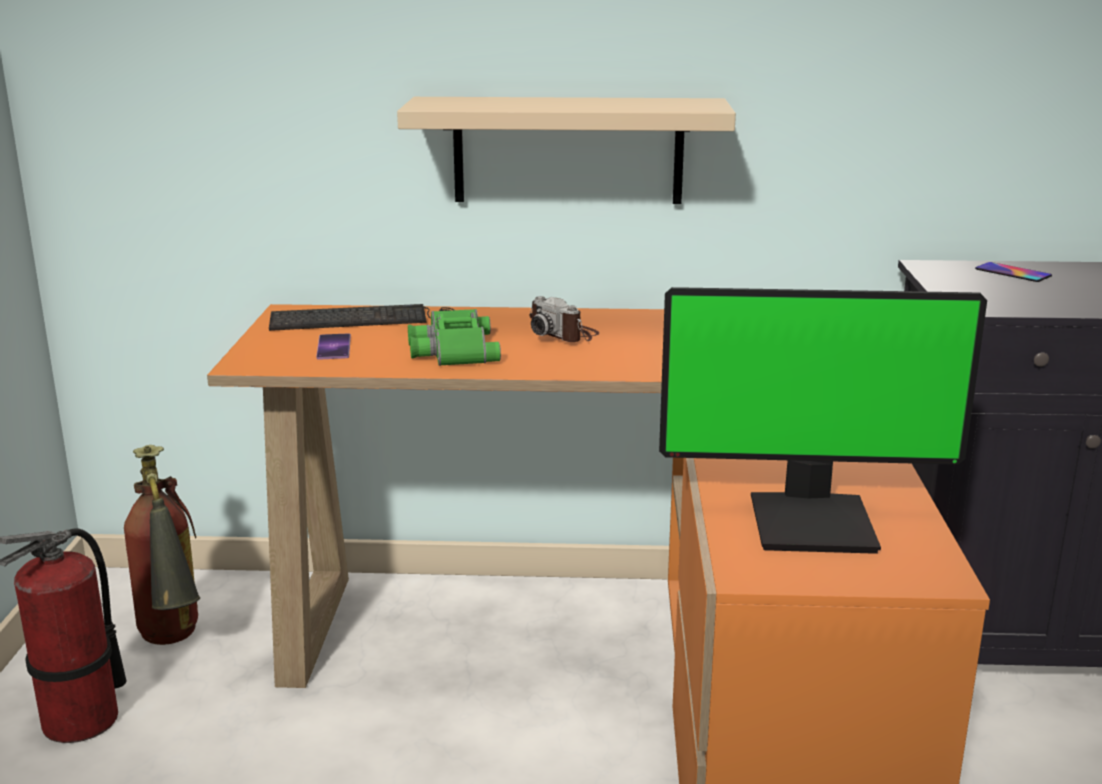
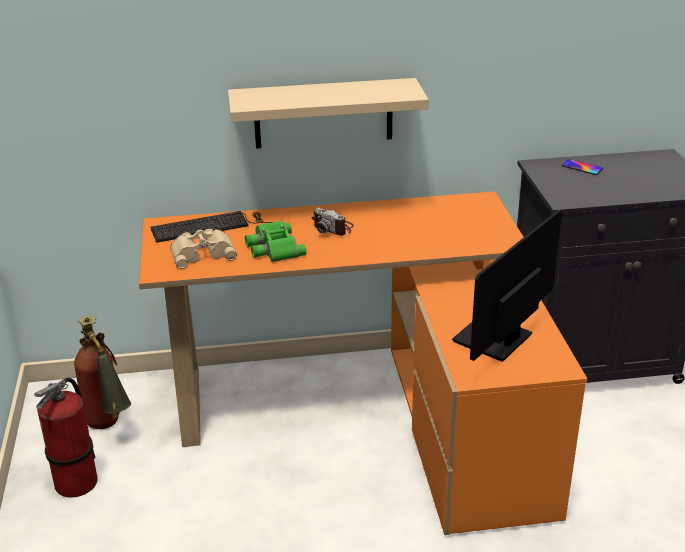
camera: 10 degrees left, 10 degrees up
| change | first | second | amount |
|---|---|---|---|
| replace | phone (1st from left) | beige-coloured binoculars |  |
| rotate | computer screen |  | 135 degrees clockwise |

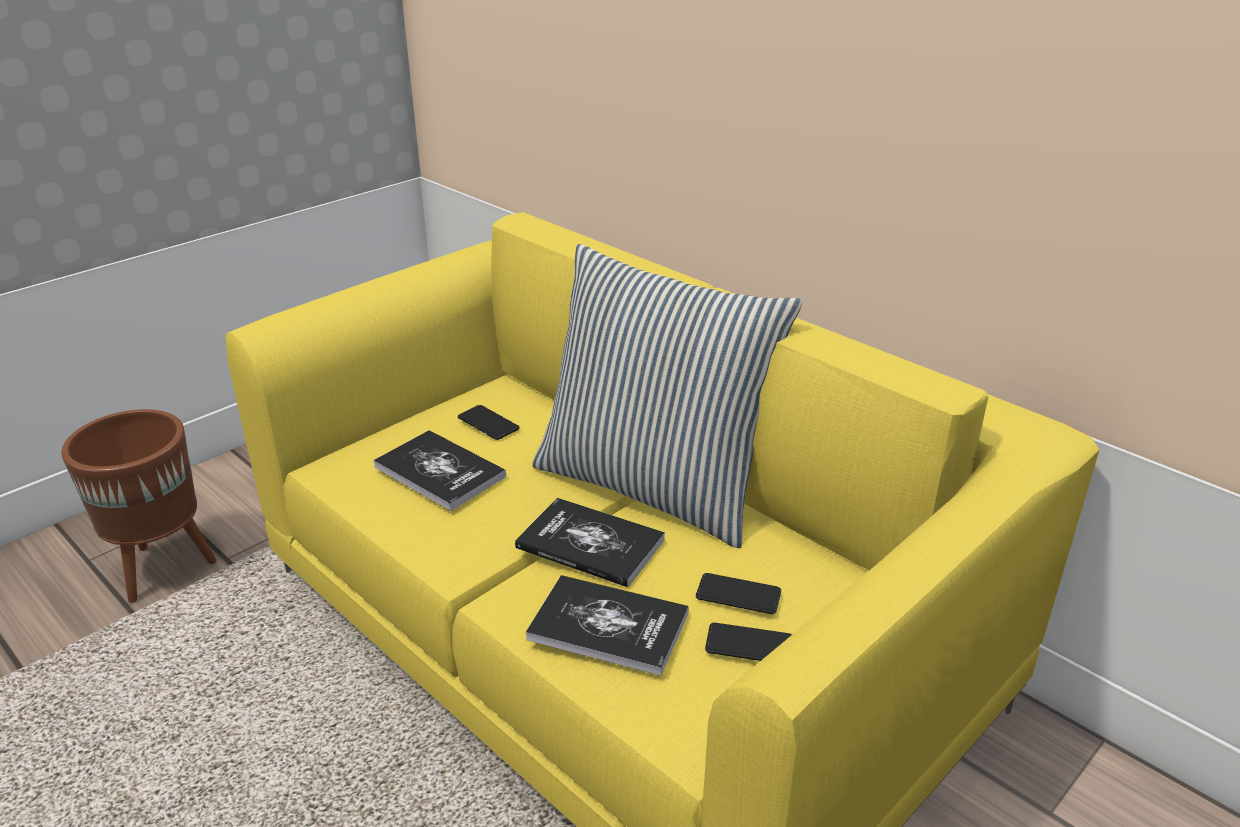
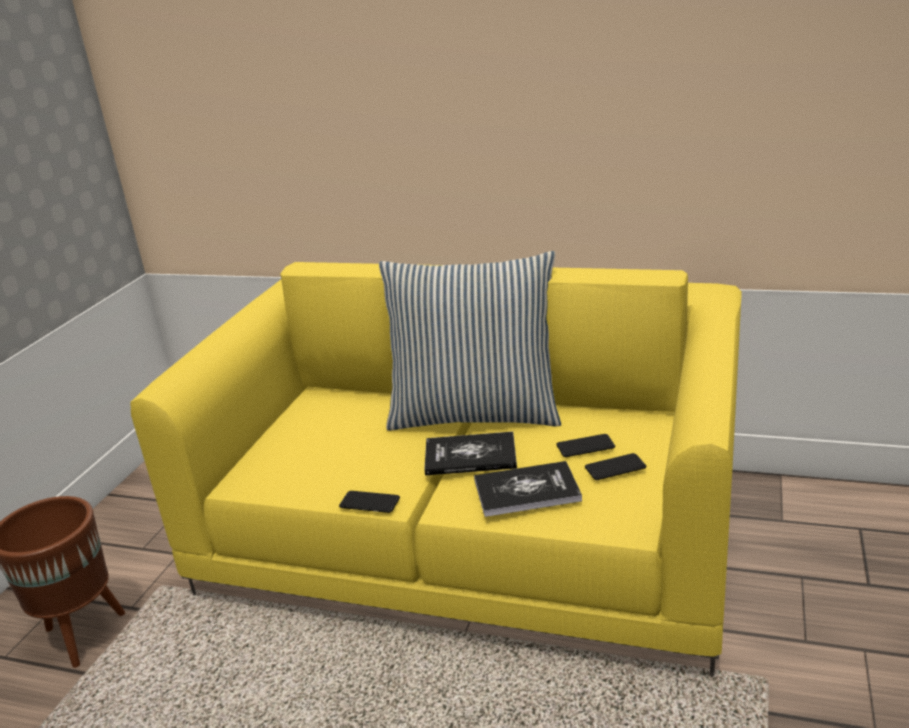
camera: 25 degrees left, 5 degrees down
| change | first | second | amount |
|---|---|---|---|
| delete | book (1st from left) |  |  |
| move | phone (1st from left) |  |  |

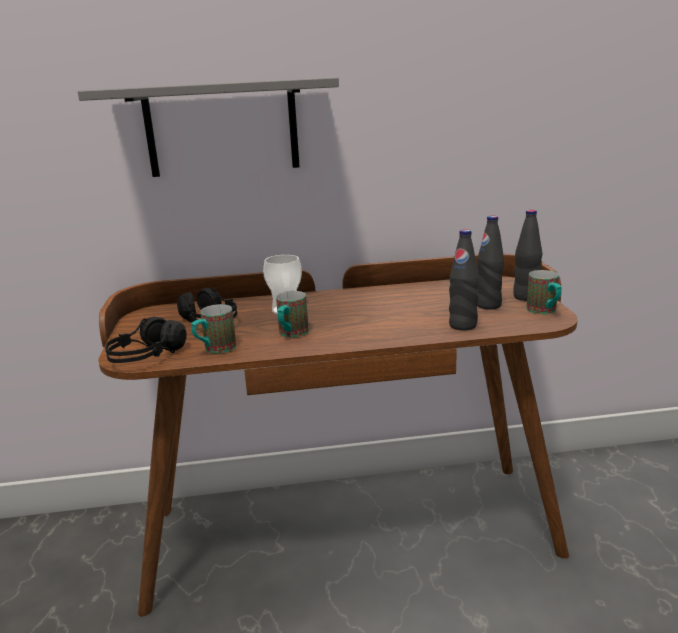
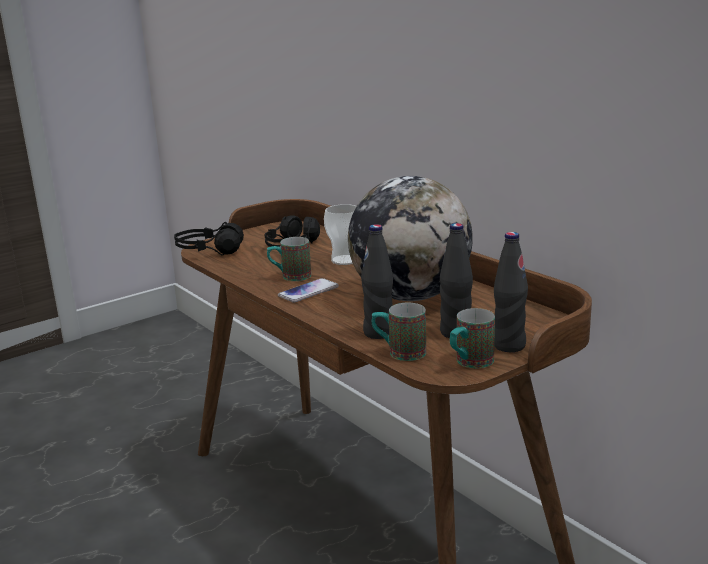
camera: 60 degrees right, 0 degrees up
| change | first | second | amount |
|---|---|---|---|
| delete | grey bracket shelf |  |  |
| insert |  | phone |  |
| insert |  | globe |  |
| move | mug (1st from left in the first image) | mug (2nd from left) |  |

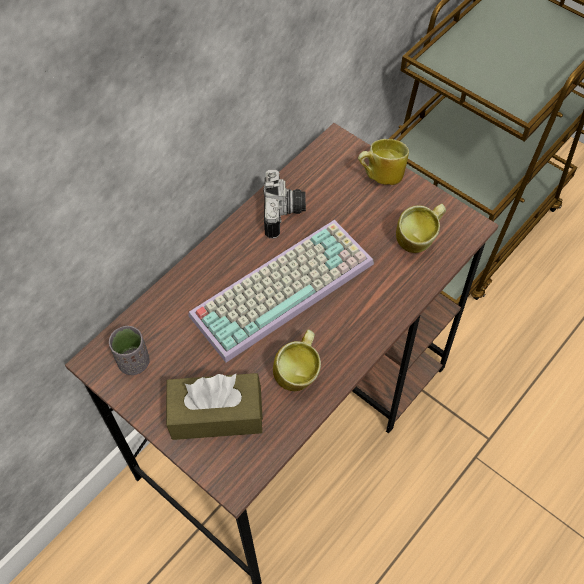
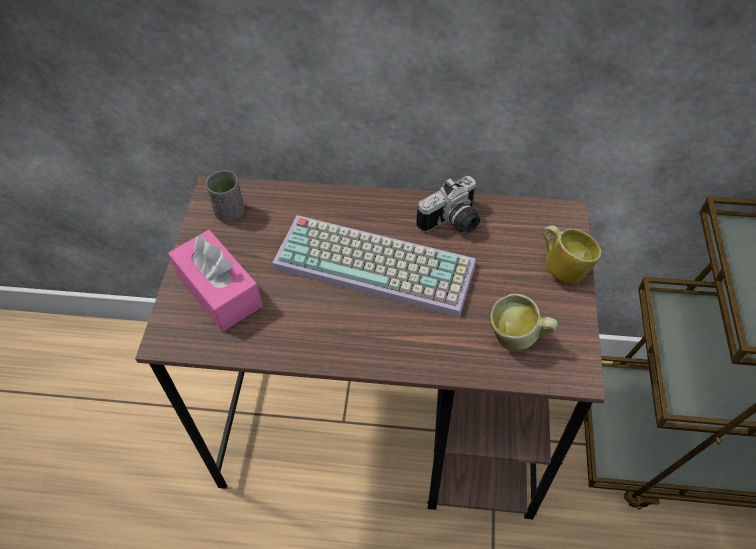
camera: 55 degrees right, 5 degrees down
| change | first | second | amount |
|---|---|---|---|
| delete | mug (1st from left) |  |  |
| recolor | brownish tissue box | pink-coloured tissue box |  |

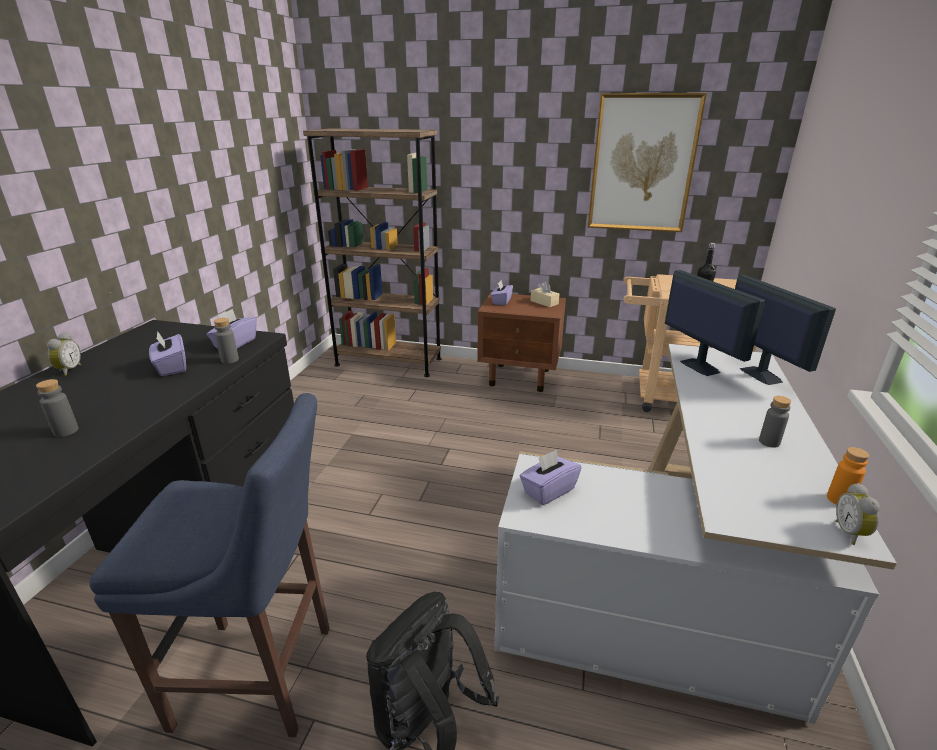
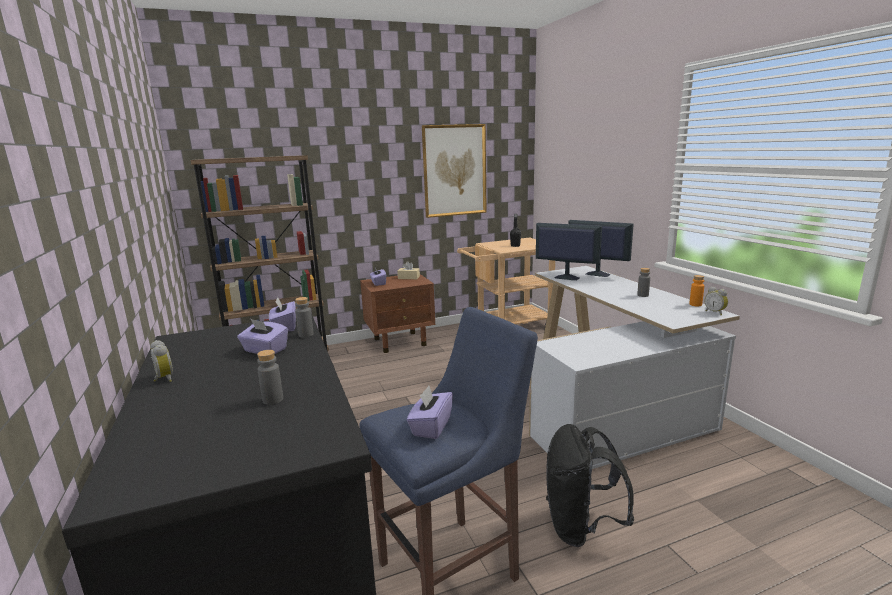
camera: 35 degrees left, 10 degrees down
| change | first | second | amount |
|---|---|---|---|
| move | purple-coloured tissue box (4th from left) |  |  |

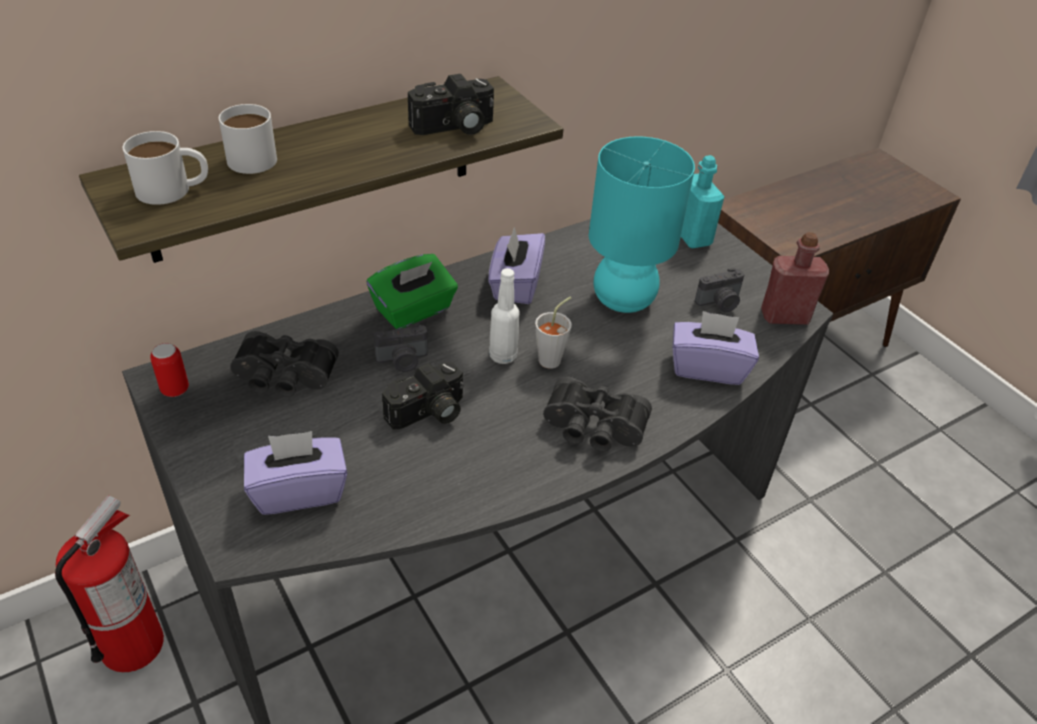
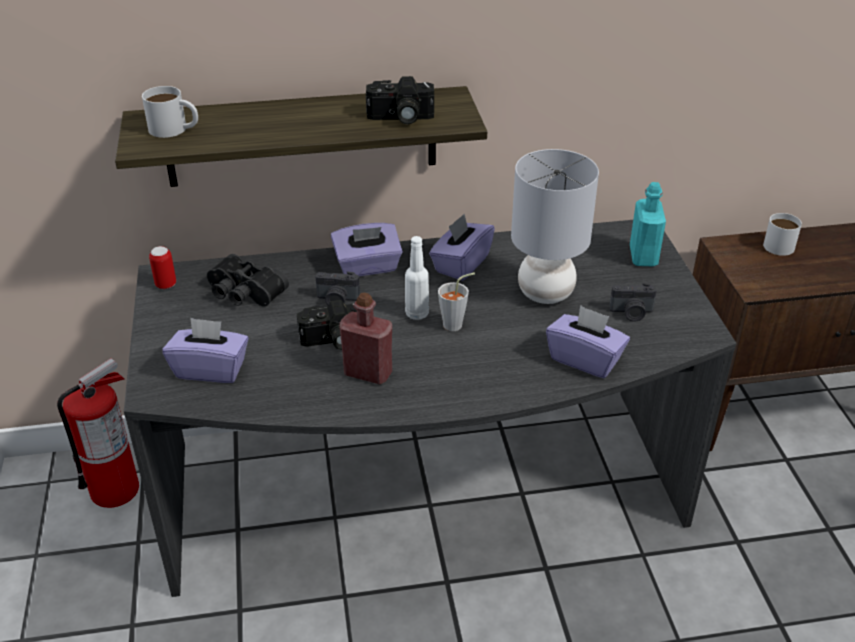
camera: 25 degrees right, 5 degrees down
| change | first | second | amount |
|---|---|---|---|
| delete | black-coloured binoculars (2nd from left) |  |  |
| move | white-coloured mug (2nd from left) |  |  |
| move | red-coloured beverage bottle |  |  |
| recolor | green tissue box | purple-coloured tissue box (2nd from left) |  |
| recolor | turquoise-coloured tabletop lamp | grey tabletop lamp |  |

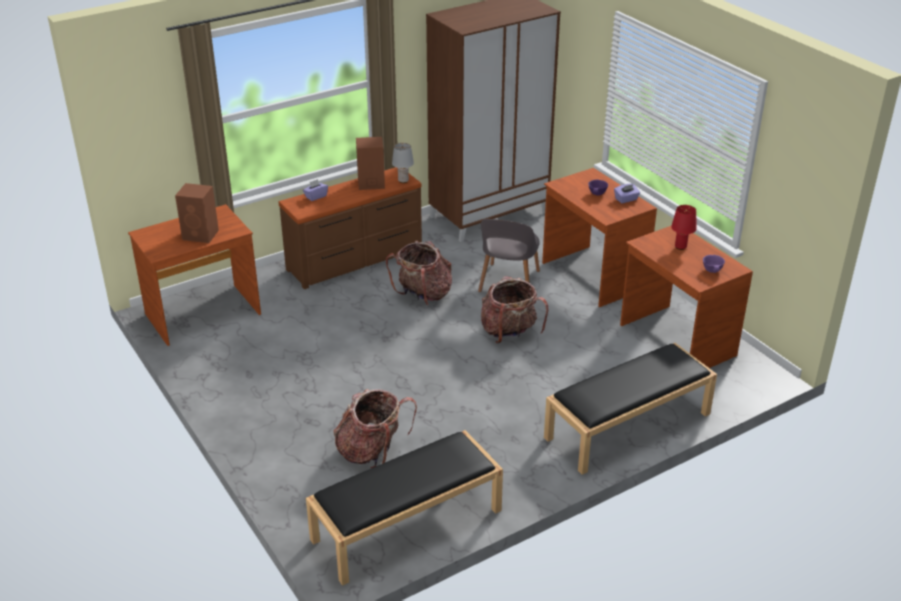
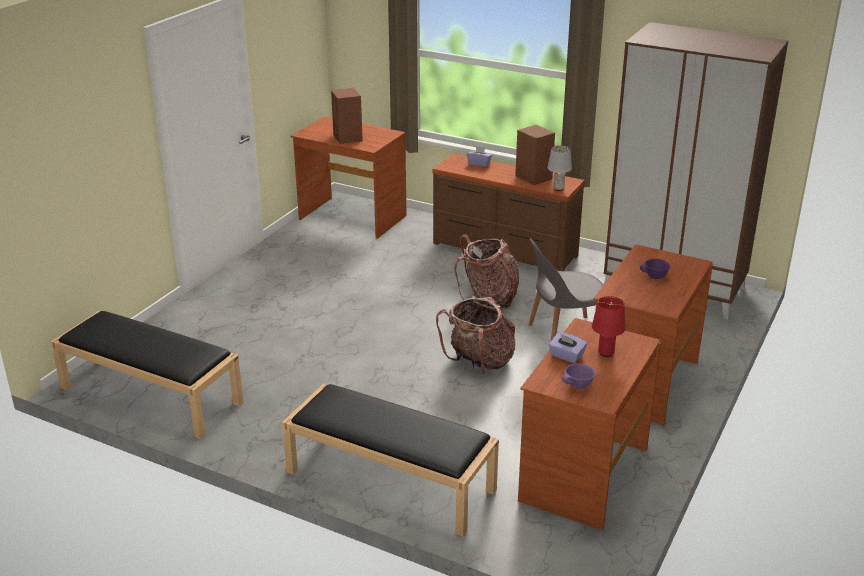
camera: 60 degrees right, 5 degrees down
| change | first | second | amount |
|---|---|---|---|
| delete | backpack (1st from left) |  |  |
| move | purple-coloured tissue box (2nd from left) |  |  |

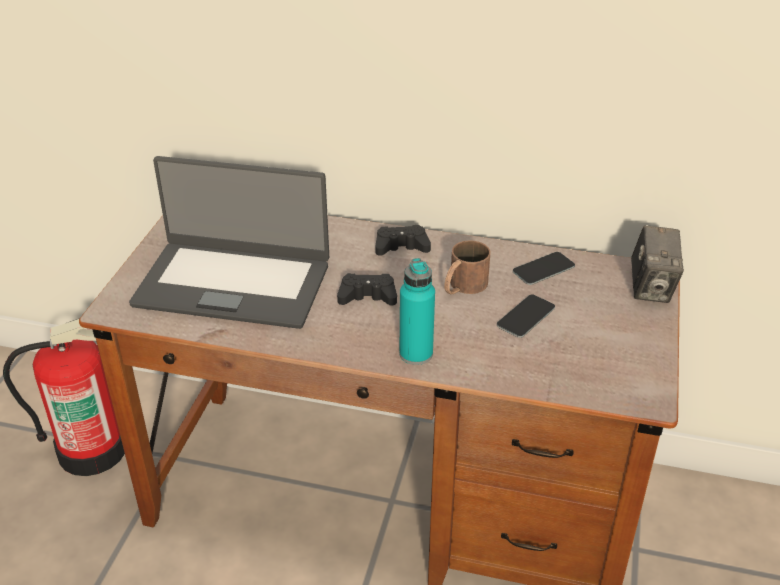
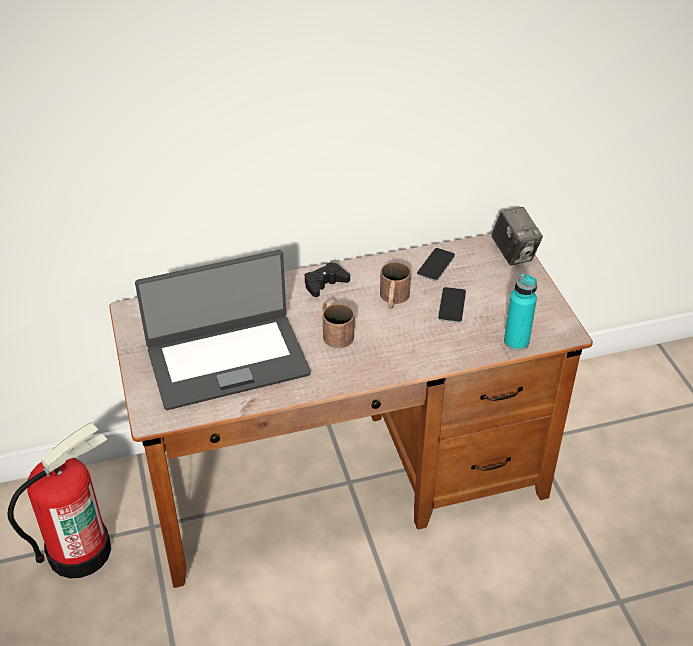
camera: 30 degrees left, 5 degrees up
| change | first | second | amount |
|---|---|---|---|
| move | turquoise-coloured beverage bottle |  |  |
| replace | black-coloured game controller (1st from left) | brownish mug (1st from left) |  |

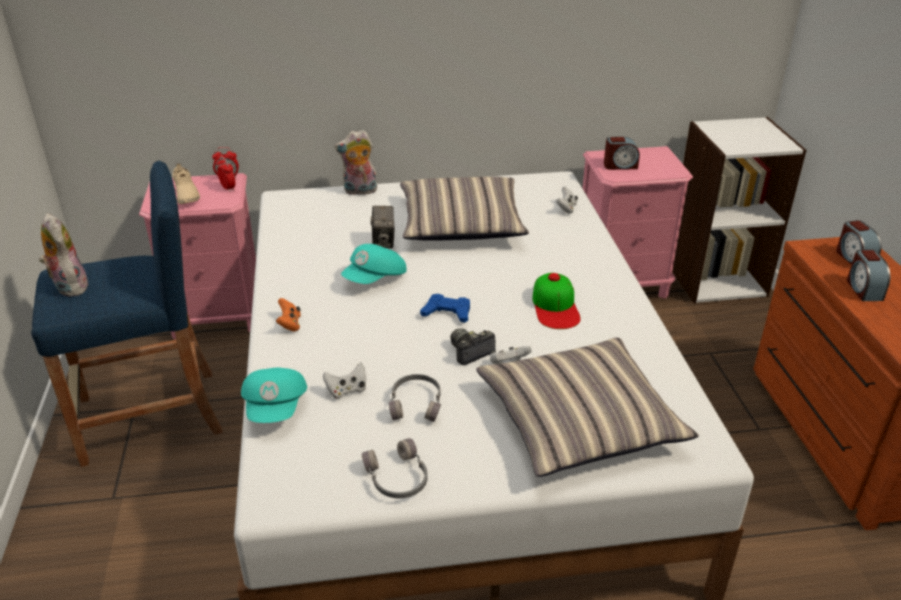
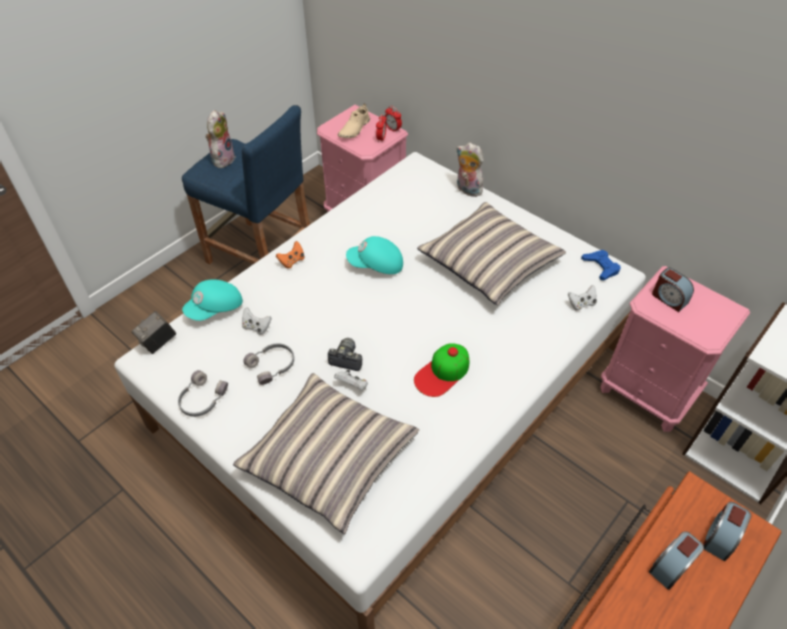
camera: 50 degrees right, 15 degrees up
| change | first | second | amount |
|---|---|---|---|
| move | still camera (1st from left) |  |  |
| move | blue-coloured game controller |  |  |

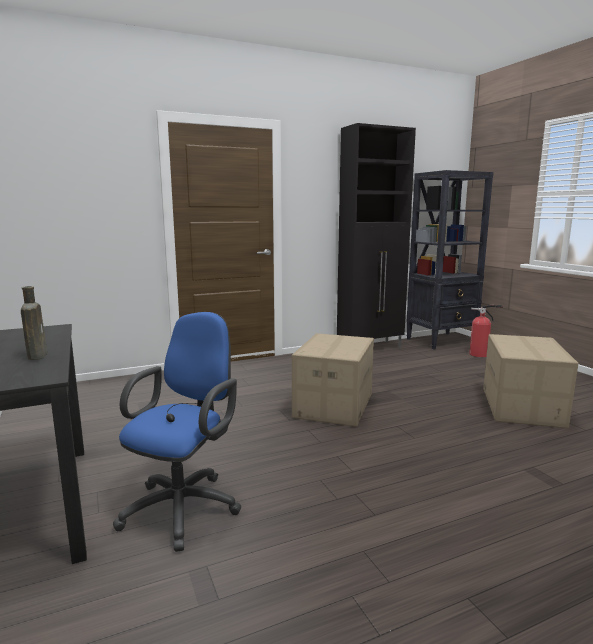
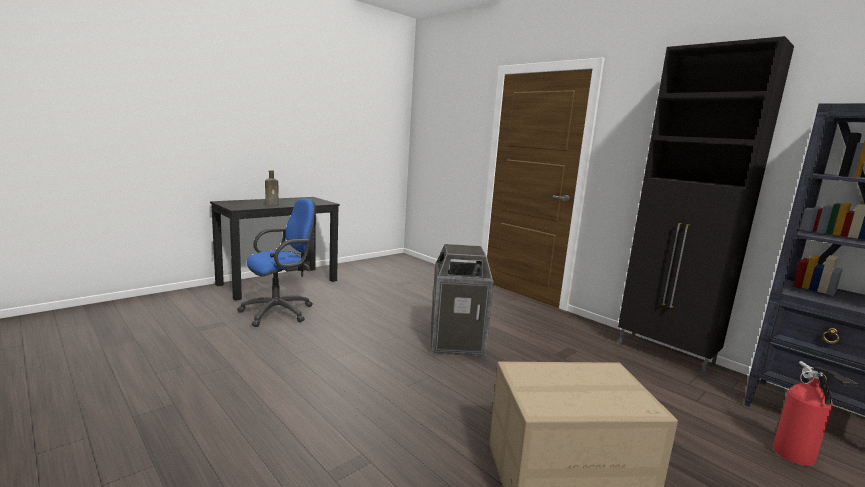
camera: 70 degrees right, 0 degrees up
| change | first | second | amount |
|---|---|---|---|
| replace | carton (1st from left) | trash can |  |
| rotate | blue-coloured office chair |  | 45 degrees counterclockwise |

